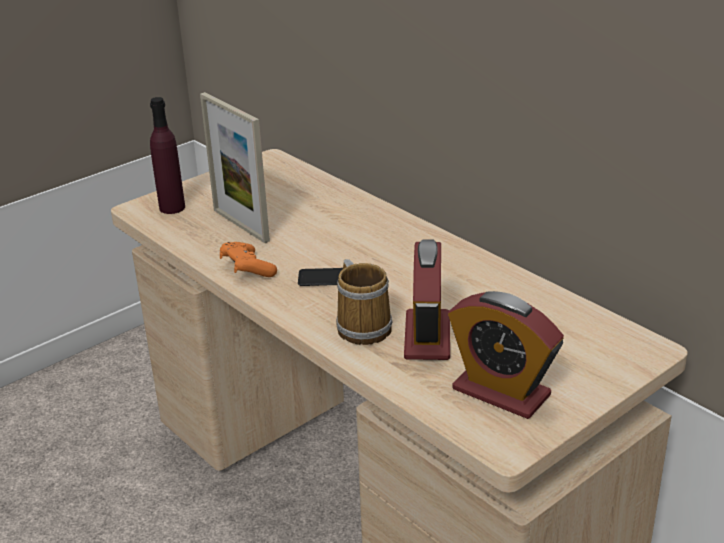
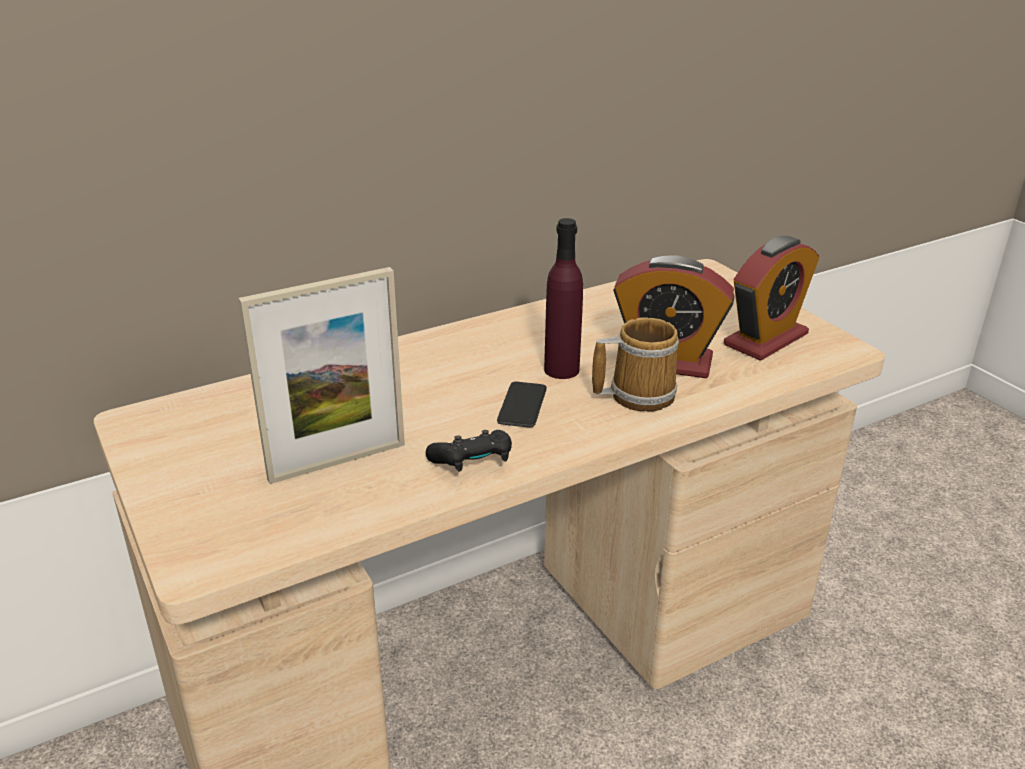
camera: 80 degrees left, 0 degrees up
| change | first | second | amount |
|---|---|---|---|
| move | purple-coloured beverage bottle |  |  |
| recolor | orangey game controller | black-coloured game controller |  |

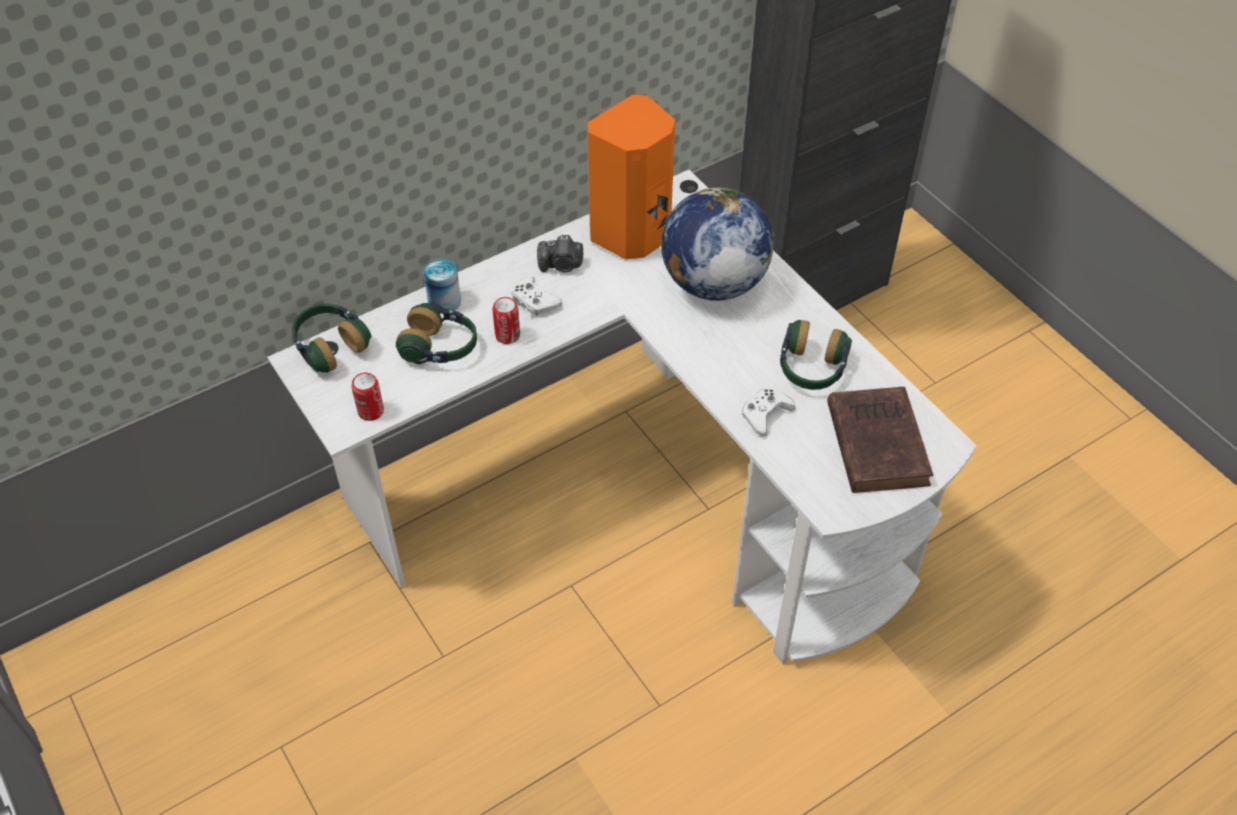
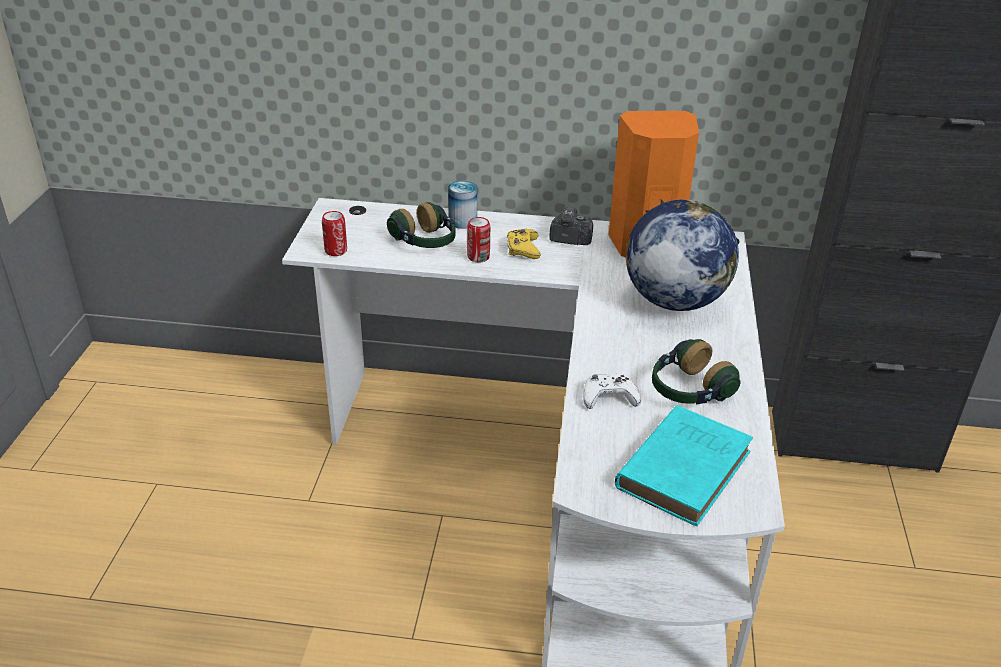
camera: 40 degrees right, 15 degrees down
| change | first | second | amount |
|---|---|---|---|
| delete | headset (1st from left) |  |  |
| recolor | white-coloured game controller (1st from left) | yellowish game controller |  |
| recolor | brownish book | turquoise-coloured book |  |
| rotate | still camera |  | 150 degrees clockwise |

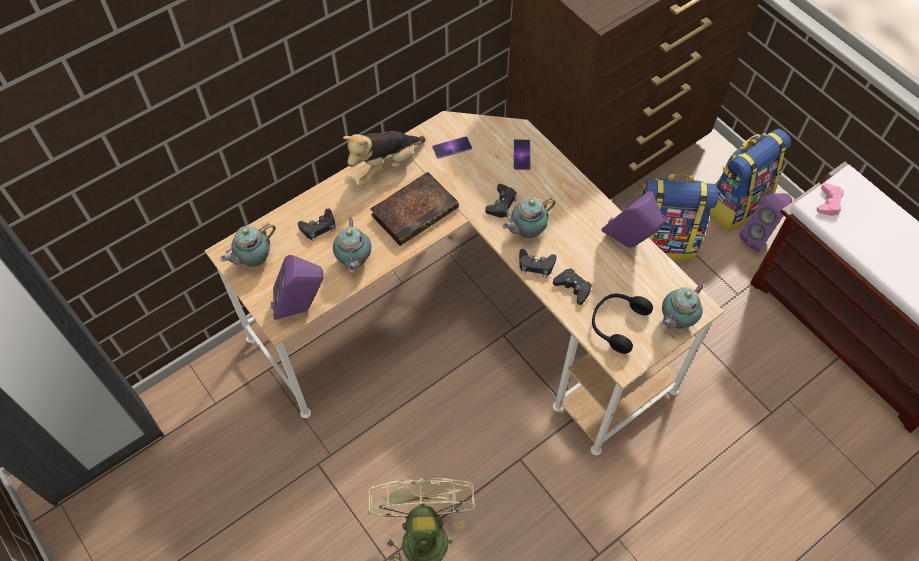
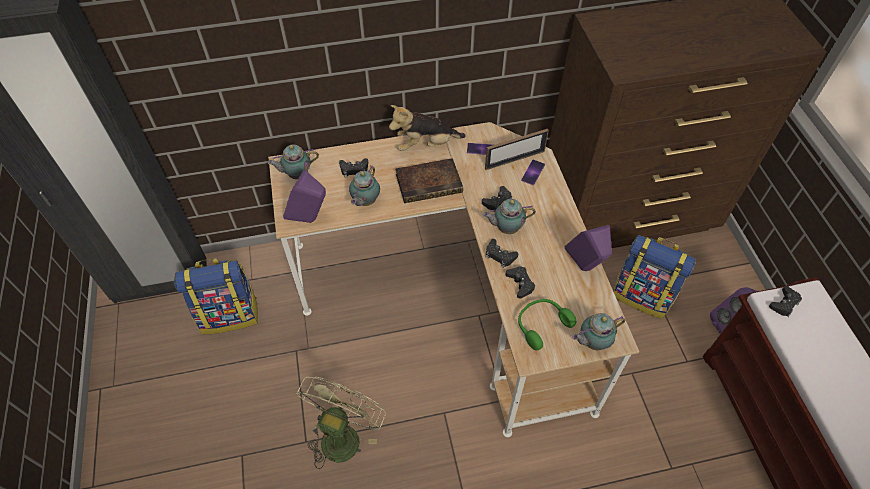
camera: 25 degrees right, 5 degrees down
| change | first | second | amount |
|---|---|---|---|
| insert |  | photo frame |  |
| move | backpack (2nd from left in the first image) | backpack (1st from left) |  |
| recolor | black-coloured headset | green headset |  |
| recolor | pink-coloured game controller | black-coloured game controller (5th from left) |  |

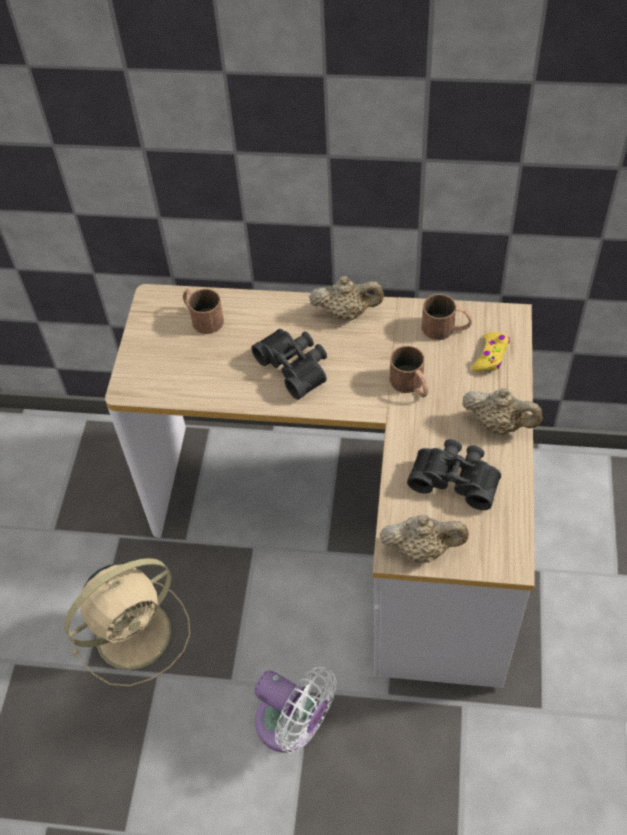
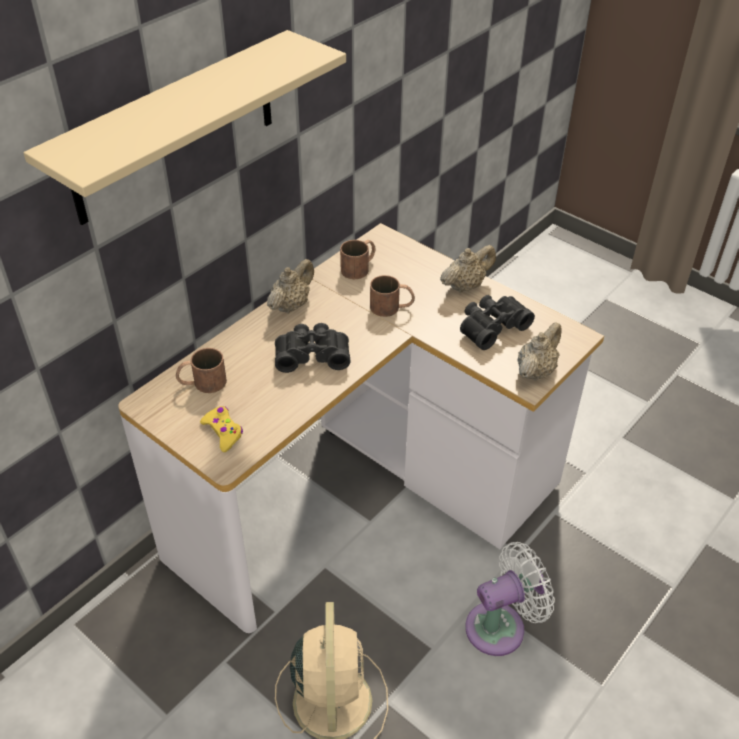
camera: 60 degrees left, 10 degrees down
| change | first | second | amount |
|---|---|---|---|
| insert |  | beige-coloured bracket shelf |  |
| move | yellowish game controller |  |  |

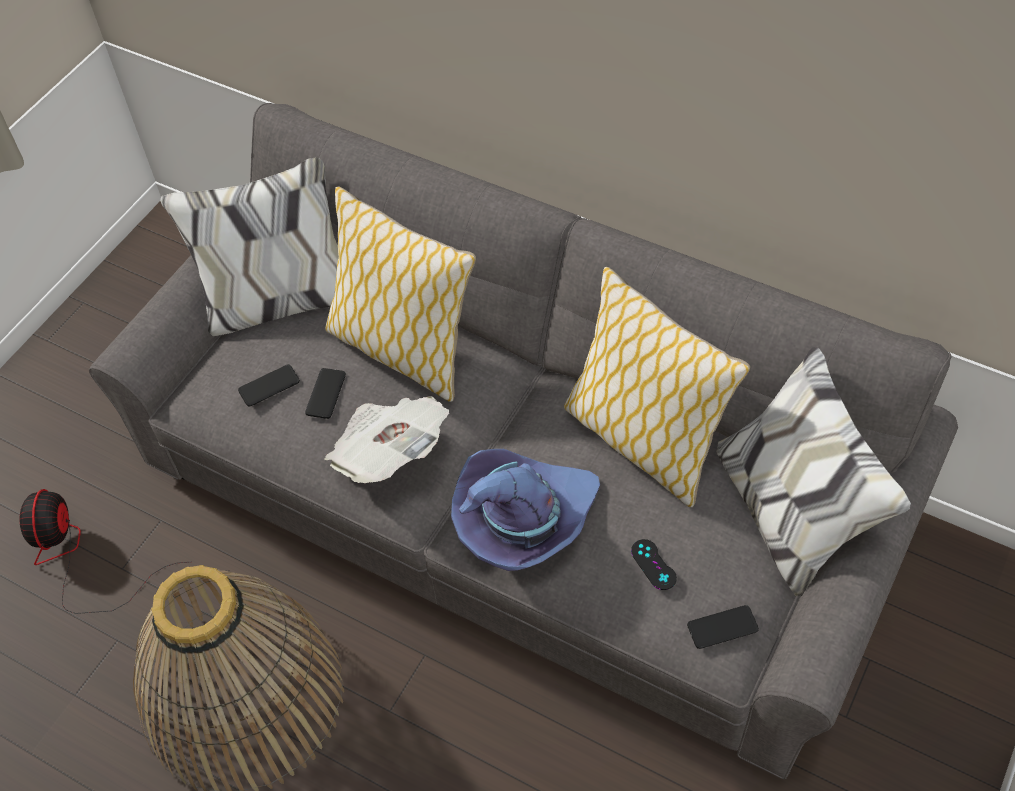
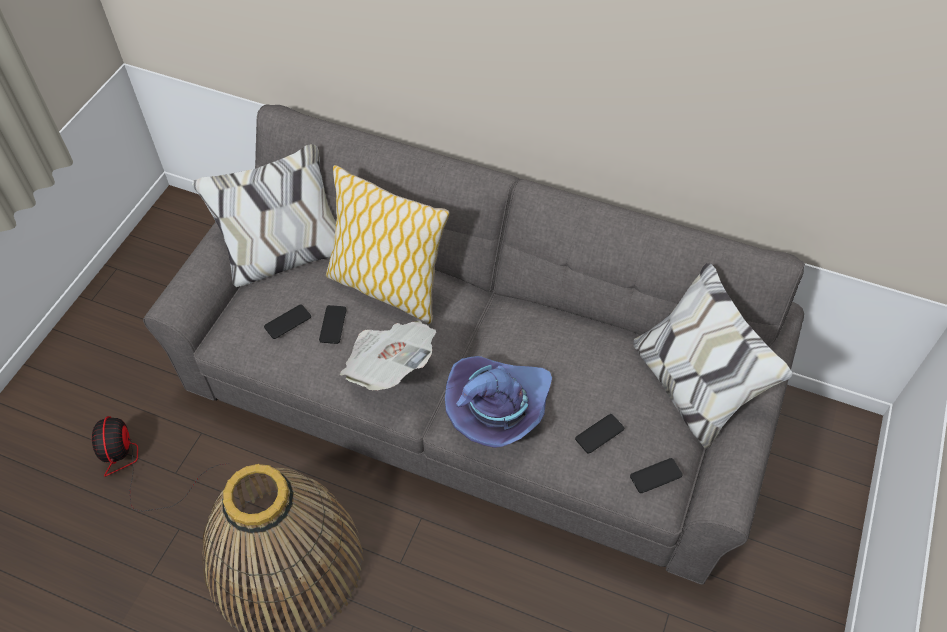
camera: 10 degrees left, 0 degrees up
| change | first | second | amount |
|---|---|---|---|
| delete | cushion (2nd from left) |  |  |
| replace | black-coloured game controller | phone (3rd from left) |  |

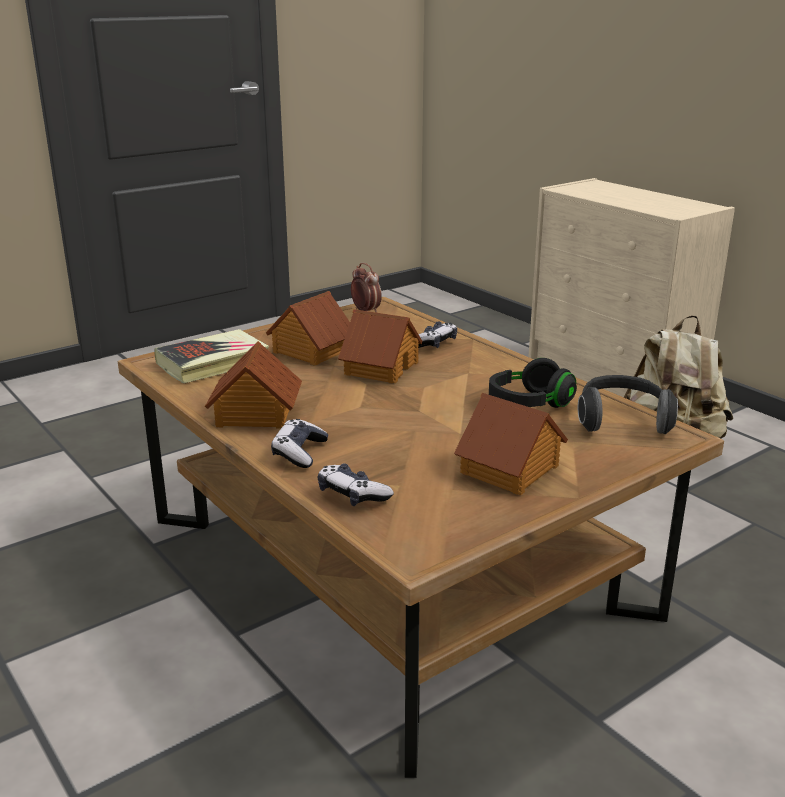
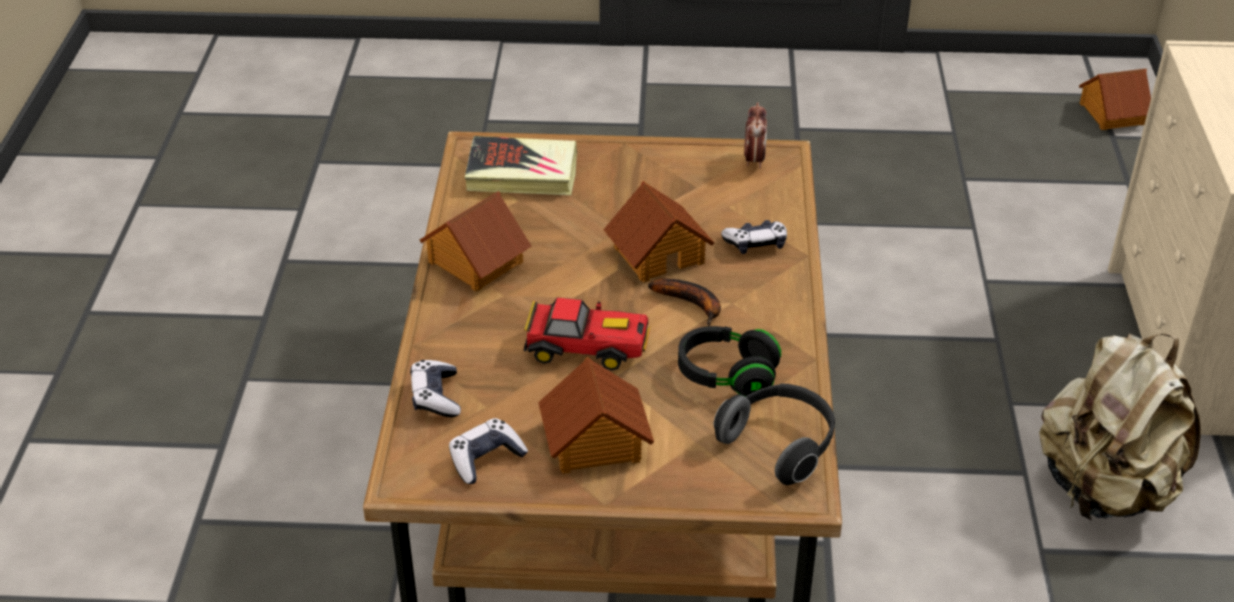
camera: 40 degrees right, 15 degrees up
| change | first | second | amount |
|---|---|---|---|
| insert |  | miniature car |  |
| insert |  | whole banana |  |
| move | toy house (2nd from left in the first image) | toy house (4th from left) |  |
| move | game controller (1st from left in the first image) | game controller (2nd from left) |  |

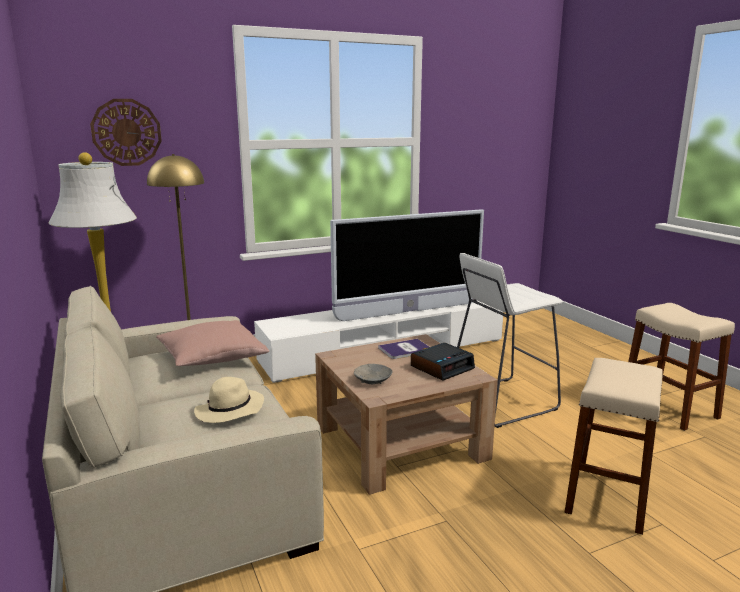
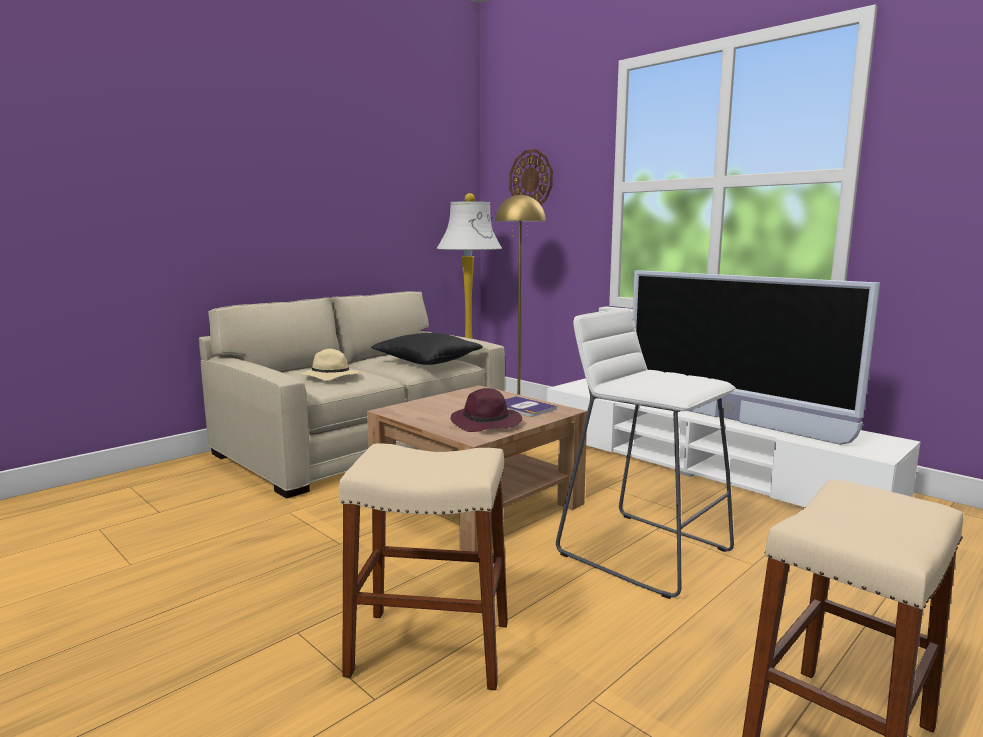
camera: 70 degrees right, 5 degrees down
| change | first | second | amount |
|---|---|---|---|
| delete | grey deep dish |  |  |
| replace | table clock | purple-coloured clothing hat |  |
| recolor | pink-coloured cushion | black-coloured cushion |  |

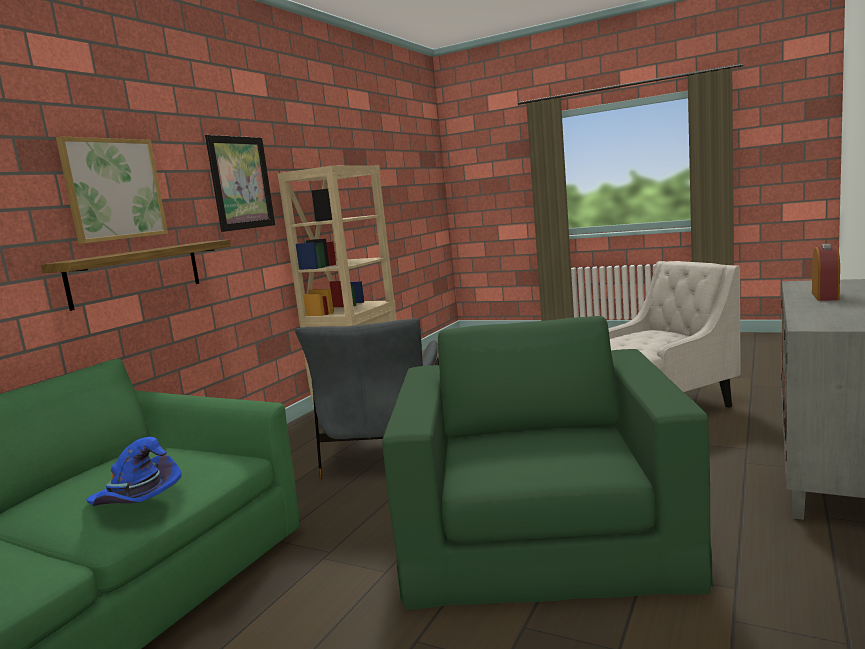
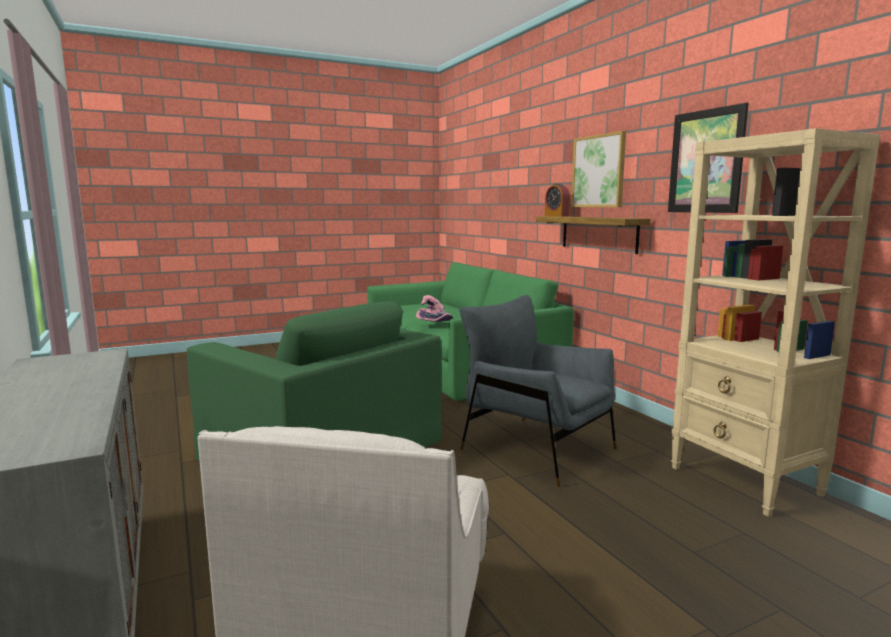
camera: 125 degrees right, 0 degrees up
| change | first | second | amount |
|---|---|---|---|
| move | table clock |  |  |
| recolor | blue-coloured clothing hat | pink-coloured clothing hat |  |

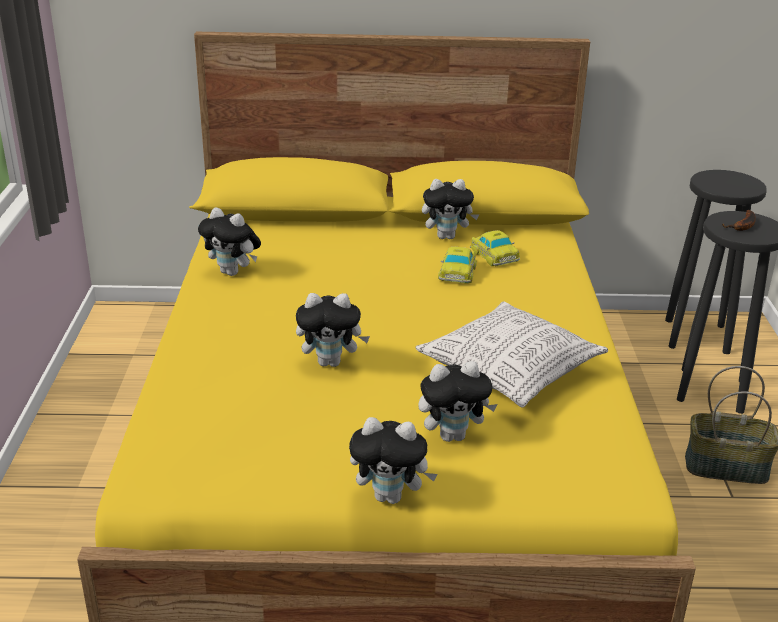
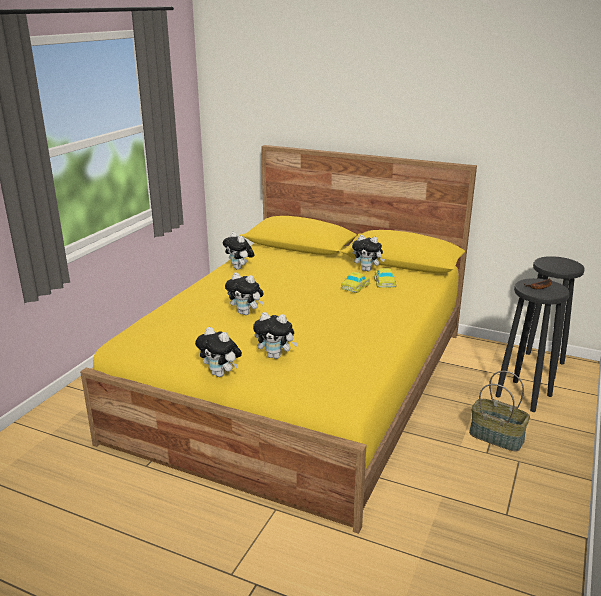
camera: 25 degrees right, 5 degrees down
| change | first | second | amount |
|---|---|---|---|
| delete | cushion |  |  |

